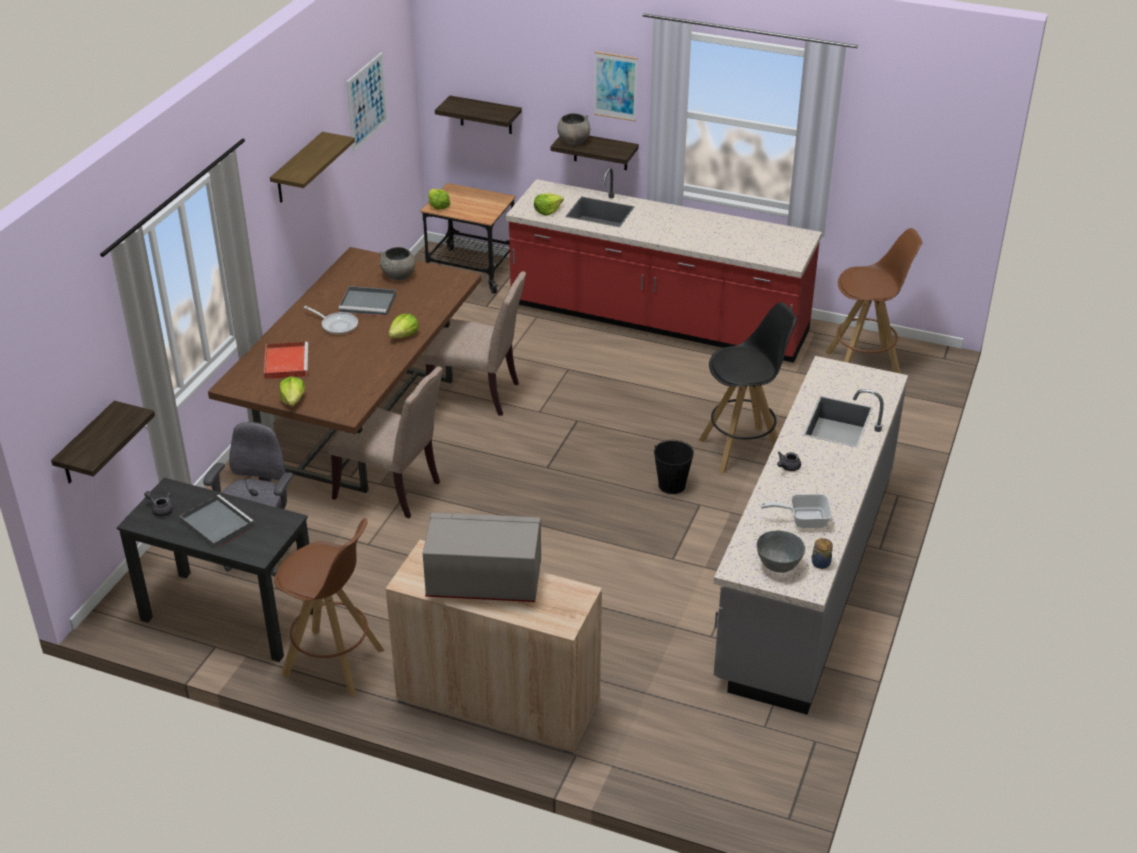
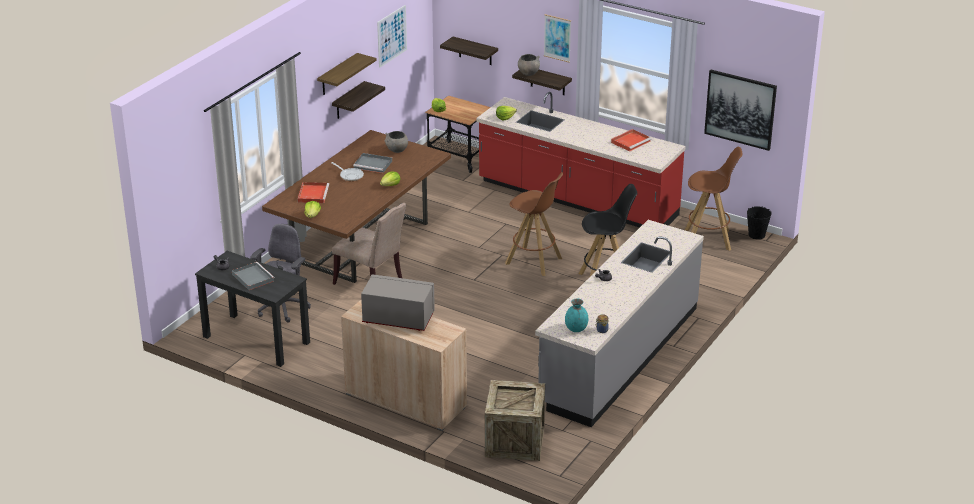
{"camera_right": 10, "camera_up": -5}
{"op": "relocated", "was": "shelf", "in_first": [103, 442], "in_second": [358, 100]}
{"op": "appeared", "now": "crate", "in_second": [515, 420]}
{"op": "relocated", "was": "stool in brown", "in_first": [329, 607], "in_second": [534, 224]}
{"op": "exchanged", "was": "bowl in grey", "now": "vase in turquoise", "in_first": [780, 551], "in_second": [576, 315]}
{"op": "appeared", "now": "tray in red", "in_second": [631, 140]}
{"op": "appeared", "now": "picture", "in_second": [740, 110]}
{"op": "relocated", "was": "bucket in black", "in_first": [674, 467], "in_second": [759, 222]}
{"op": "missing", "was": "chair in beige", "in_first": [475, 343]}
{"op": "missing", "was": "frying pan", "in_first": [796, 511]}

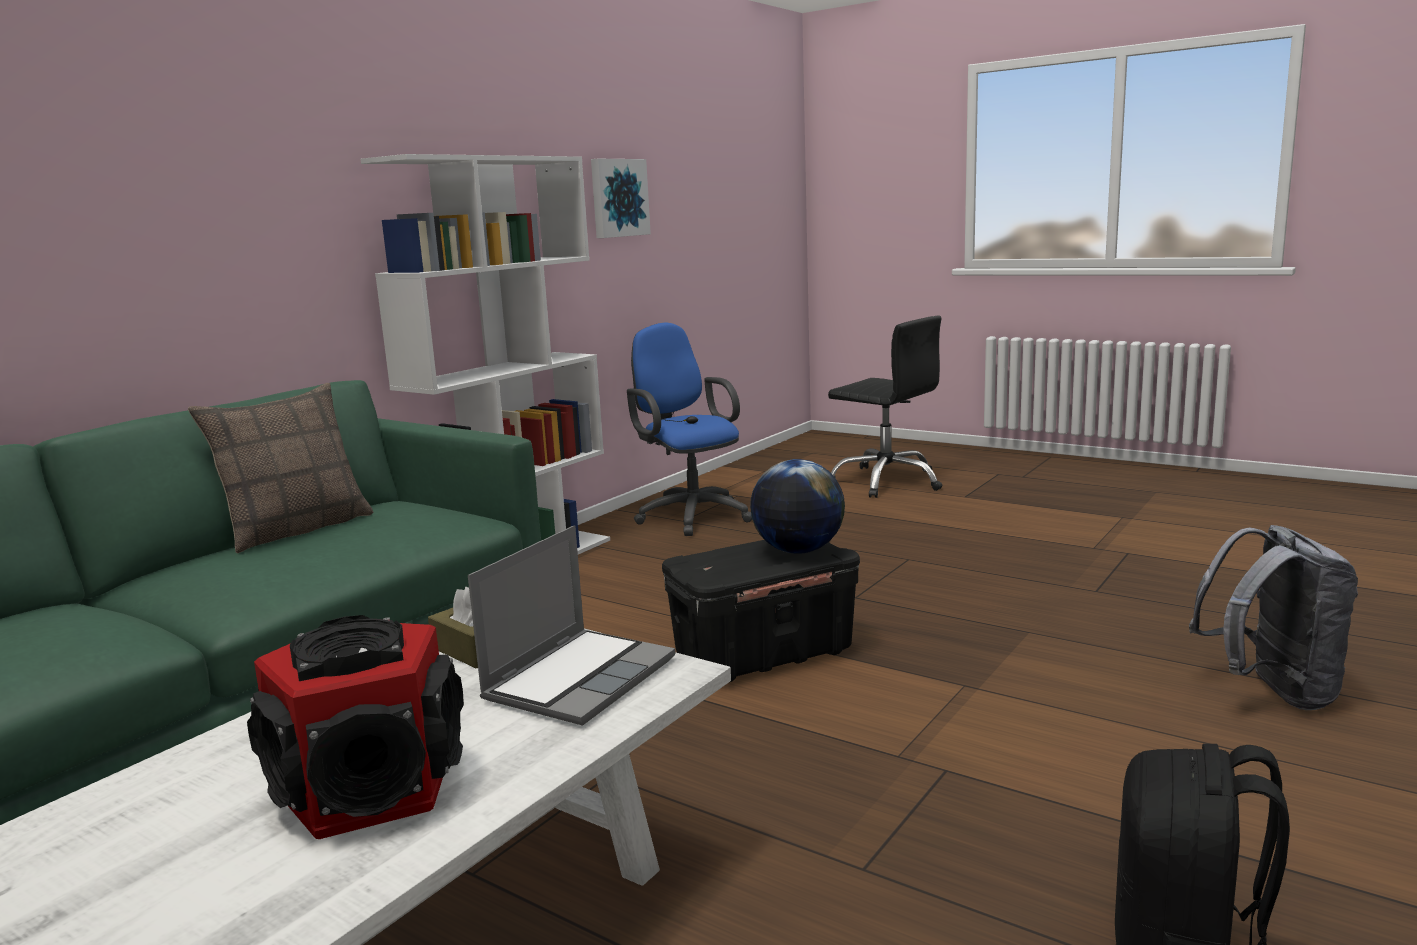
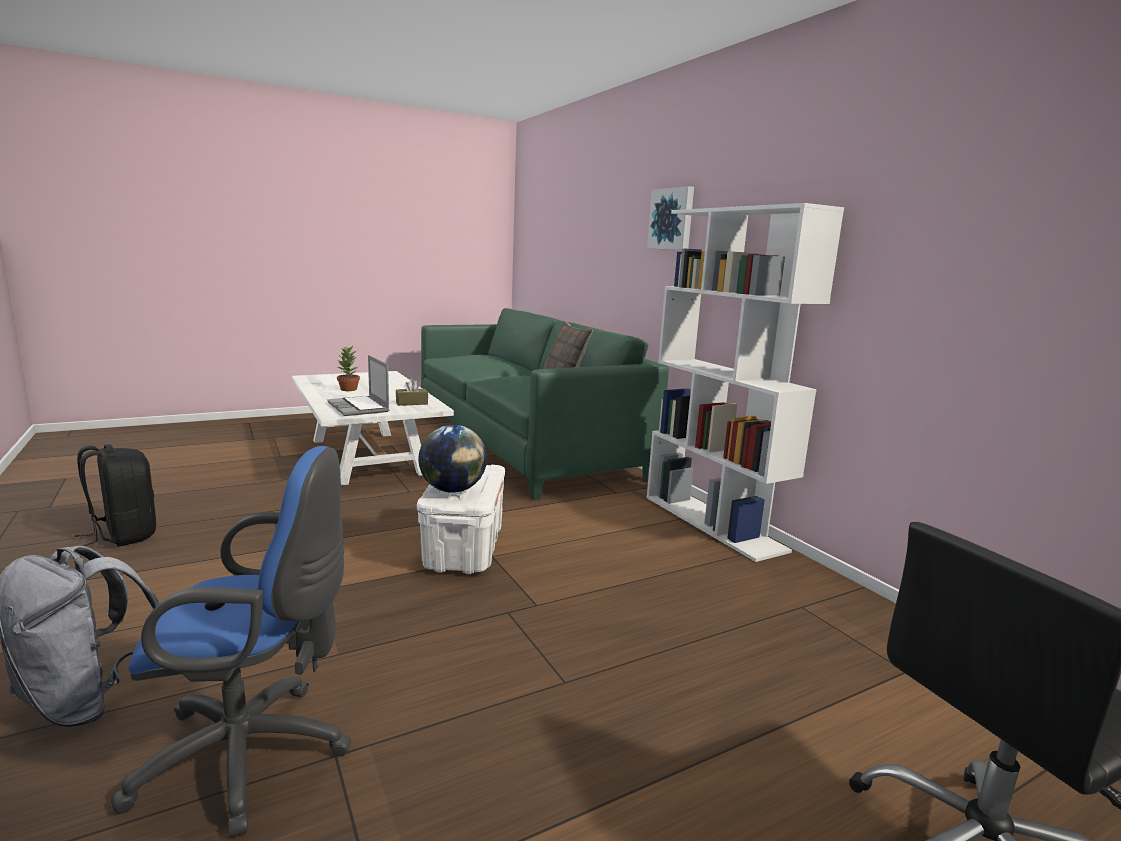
{"camera_right": 115, "camera_up": 0}
{"op": "relocated", "was": "office chair in blue", "in_first": [689, 429], "in_second": [231, 642]}
{"op": "exchanged", "was": "speaker", "now": "potted plant", "in_first": [355, 727], "in_second": [348, 368]}
{"op": "colour", "was": "storage box in black", "now": "storage box in white", "in_first": [761, 611], "in_second": [461, 519]}
{"op": "relocated", "was": "picture", "in_first": [621, 198], "in_second": [670, 218]}

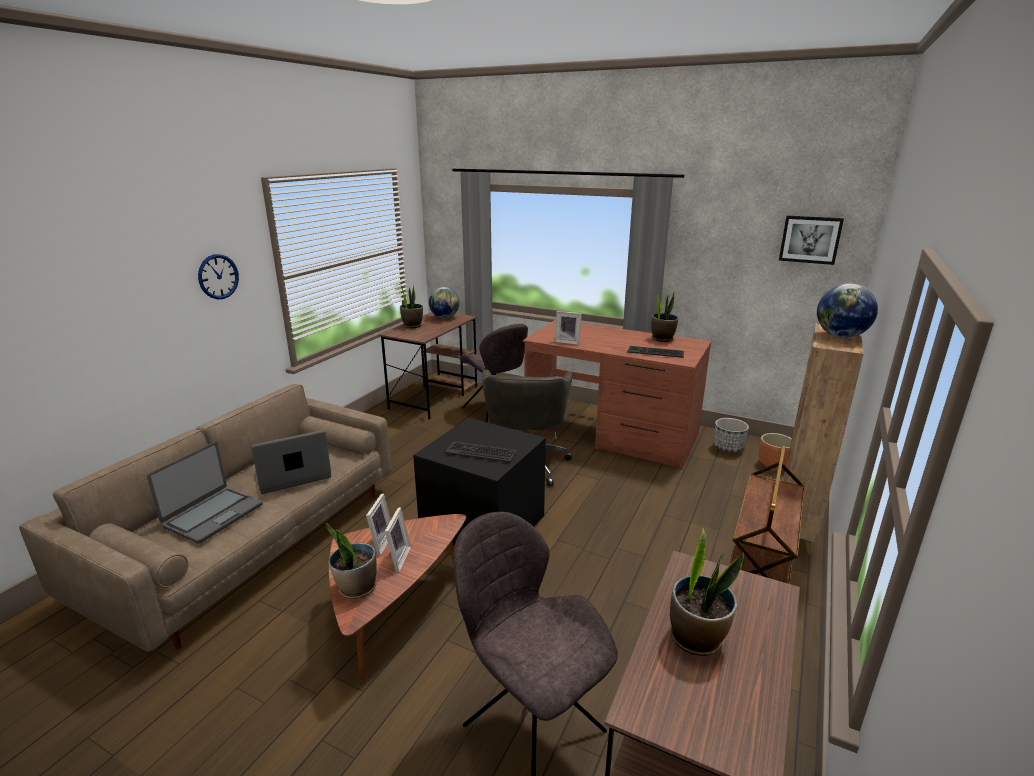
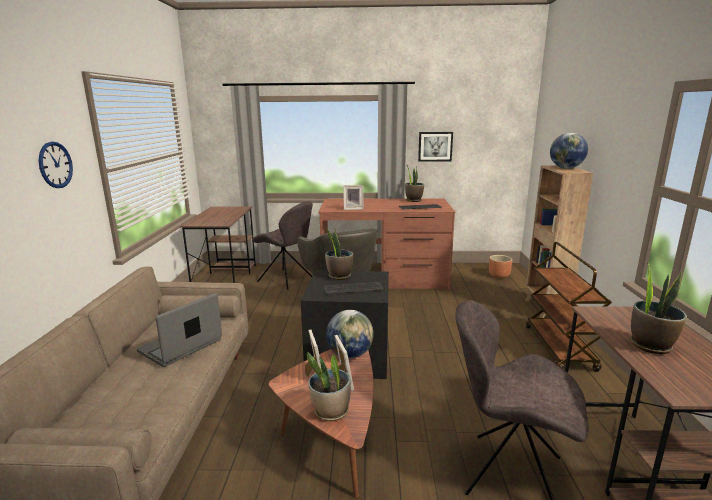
{"camera_right": -25, "camera_up": -5}
{"op": "relocated", "was": "potted plant", "in_first": [411, 306], "in_second": [339, 253]}
{"op": "relocated", "was": "globe", "in_first": [444, 302], "in_second": [350, 334]}
{"op": "relocated", "was": "picture", "in_first": [811, 240], "in_second": [435, 147]}
{"op": "missing", "was": "laptop", "in_first": [205, 493]}
{"op": "missing", "was": "planter", "in_first": [731, 435]}

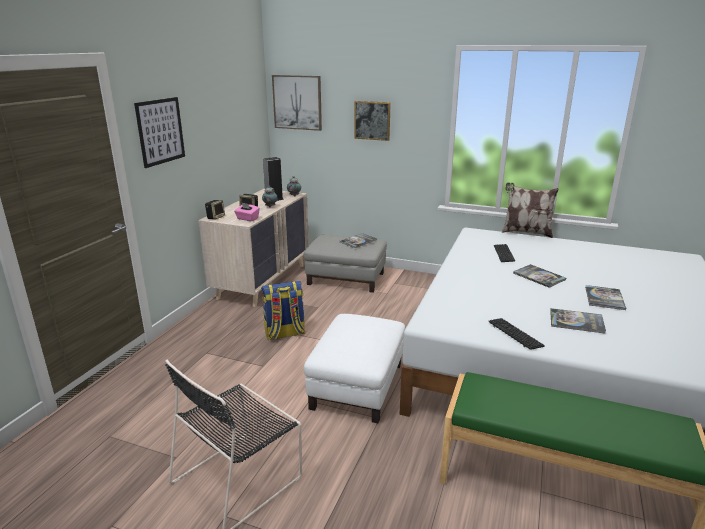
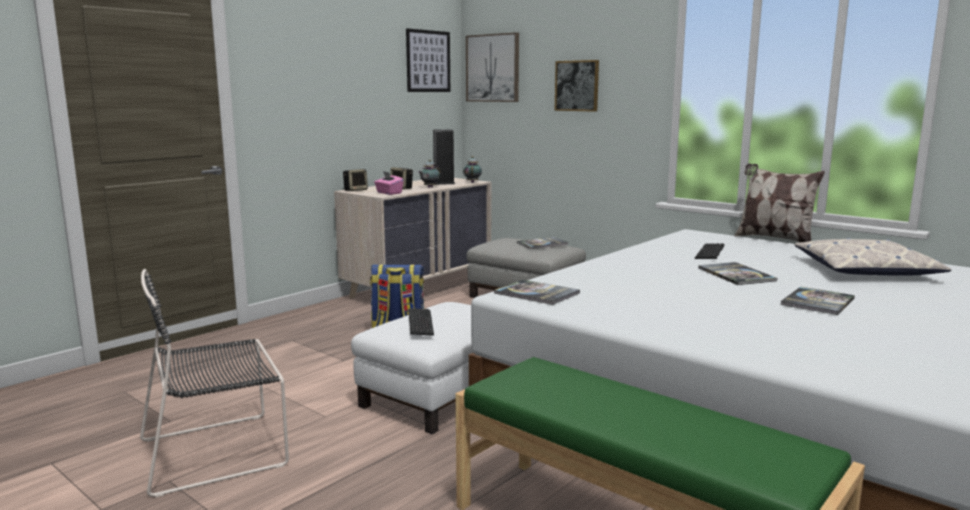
{"camera_right": 20, "camera_up": -10}
{"op": "relocated", "was": "picture", "in_first": [159, 132], "in_second": [428, 60]}
{"op": "relocated", "was": "keyboard", "in_first": [517, 334], "in_second": [421, 322]}
{"op": "relocated", "was": "book", "in_first": [578, 321], "in_second": [537, 292]}
{"op": "appeared", "now": "pillow", "in_second": [872, 256]}

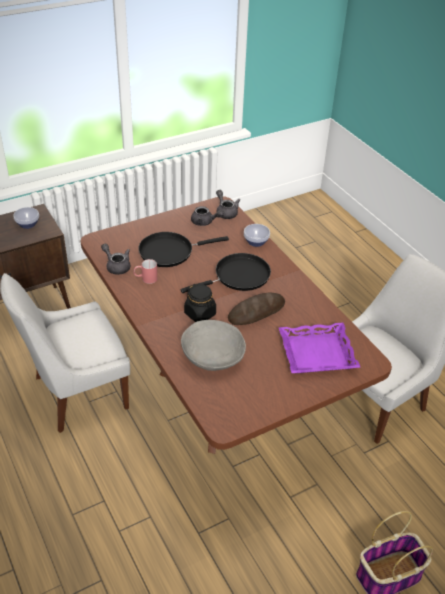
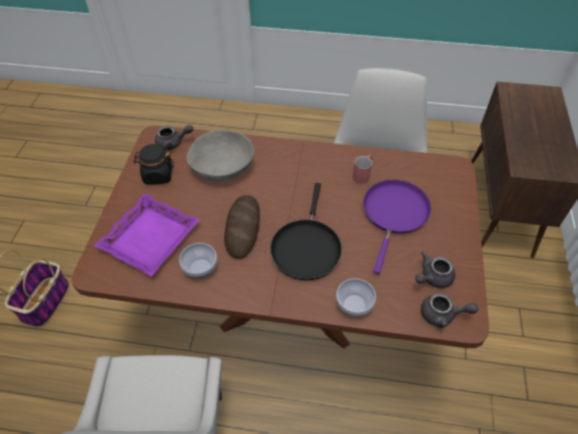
{"camera_right": 130, "camera_up": 10}
{"op": "relocated", "was": "jar in black", "in_first": [200, 303], "in_second": [154, 164]}
{"op": "relocated", "was": "teapot in grey", "in_first": [115, 259], "in_second": [174, 137]}
{"op": "relocated", "was": "bowl", "in_first": [26, 218], "in_second": [198, 260]}
{"op": "colour", "was": "frying pan in black", "now": "frying pan in purple", "in_first": [183, 249], "in_second": [397, 227]}

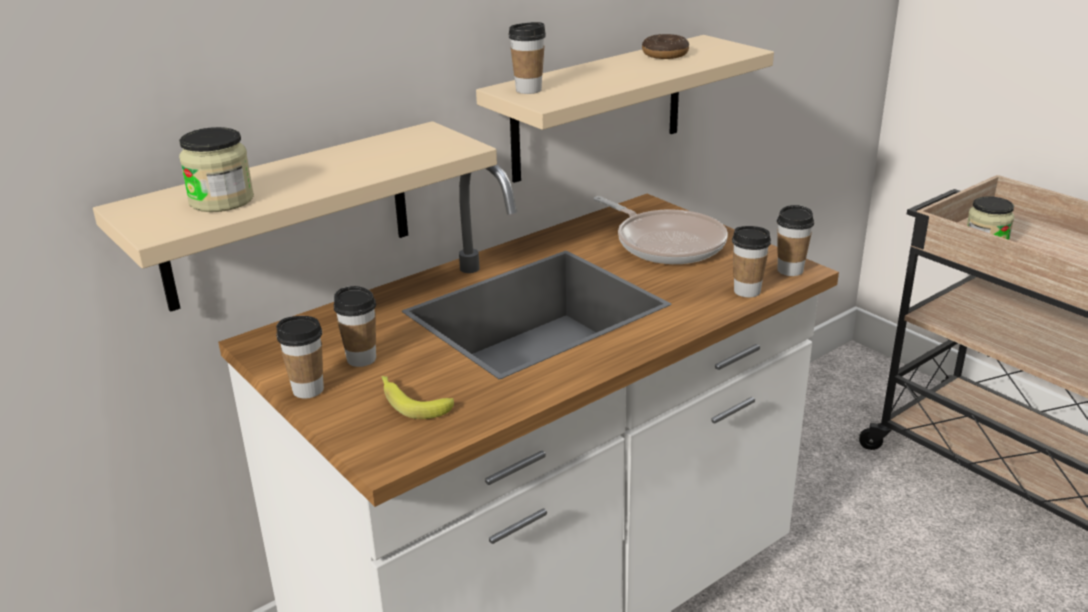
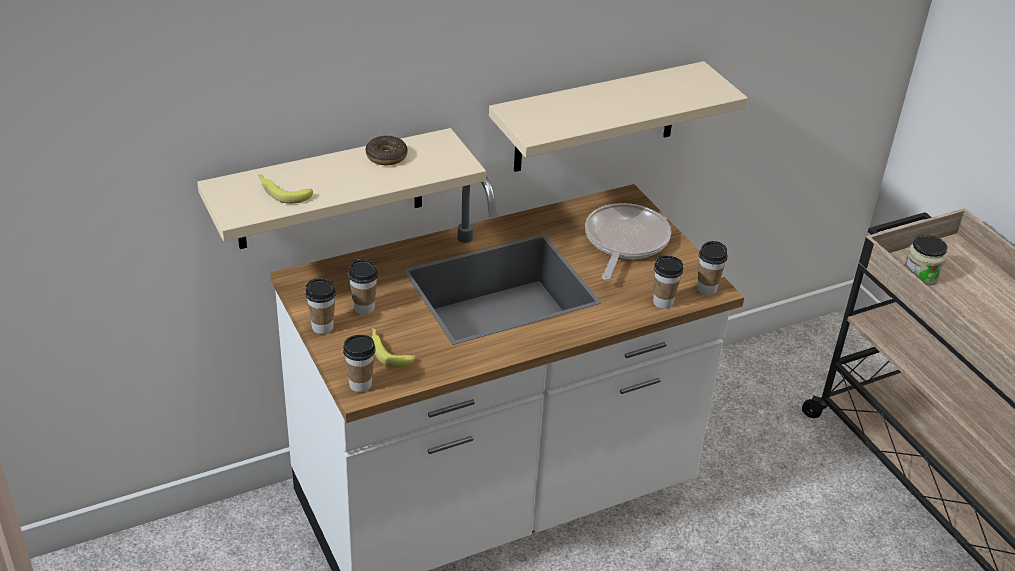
{"camera_right": 10, "camera_up": 10}
{"op": "exchanged", "was": "jar", "now": "banana", "in_first": [216, 169], "in_second": [285, 189]}
{"op": "relocated", "was": "cup", "in_first": [527, 58], "in_second": [359, 363]}
{"op": "relocated", "was": "donut", "in_first": [665, 46], "in_second": [387, 150]}
{"op": "spun", "was": "frying pan", "in_first": [660, 230], "in_second": [628, 241], "clockwise": -135}

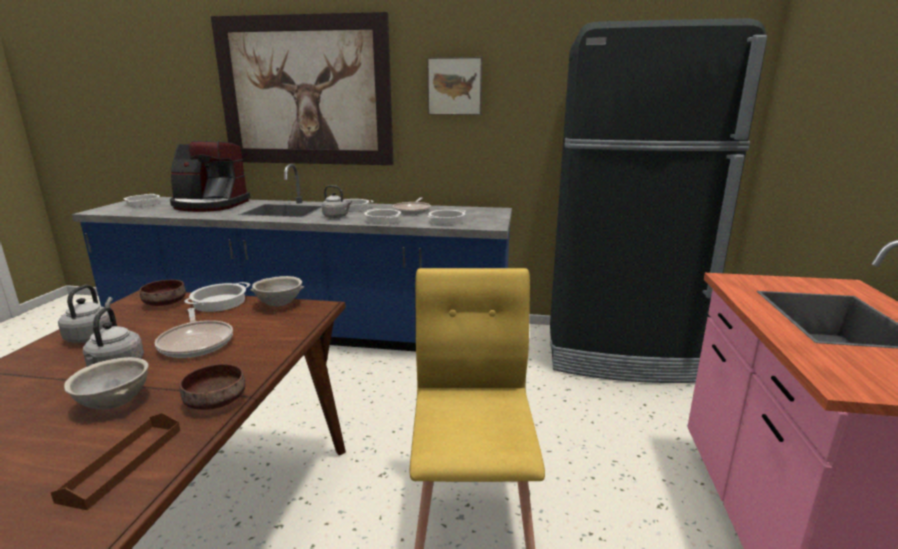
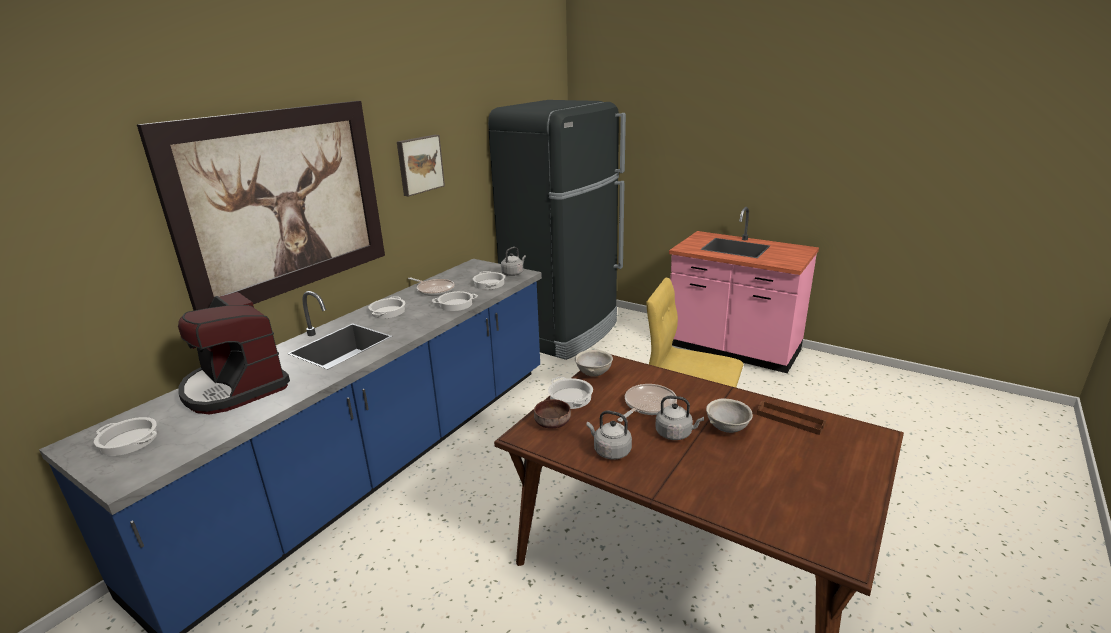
{"camera_right": -65, "camera_up": 5}
{"op": "spun", "was": "coffee machine", "in_first": [210, 176], "in_second": [234, 353], "clockwise": 105}
{"op": "relocated", "was": "kettle in grey", "in_first": [337, 201], "in_second": [513, 261]}
{"op": "spun", "was": "frying pan", "in_first": [194, 333], "in_second": [647, 403], "clockwise": -45}
{"op": "missing", "was": "bowl in brown", "in_first": [212, 387]}

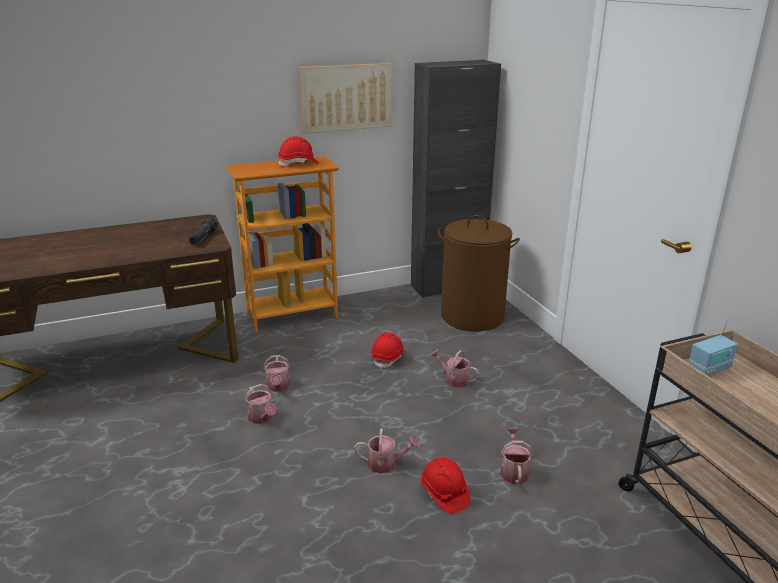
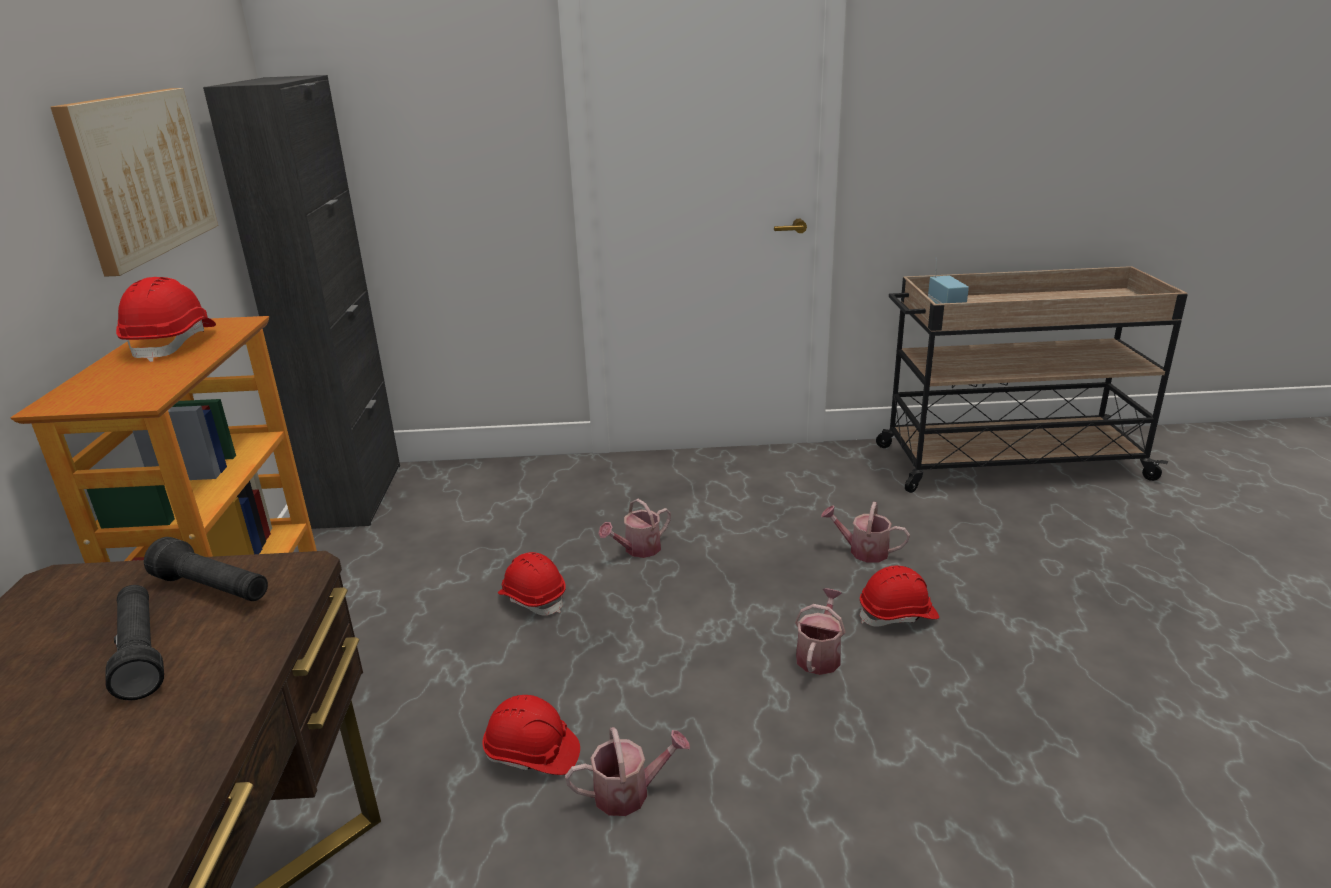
{"camera_right": -70, "camera_up": 0}
{"op": "appeared", "now": "flashlight in black", "in_second": [134, 642]}
{"op": "exchanged", "was": "watering can", "now": "hard hat in red", "in_first": [276, 373], "in_second": [531, 735]}
{"op": "missing", "was": "laundry basket in brown", "in_first": [479, 273]}

